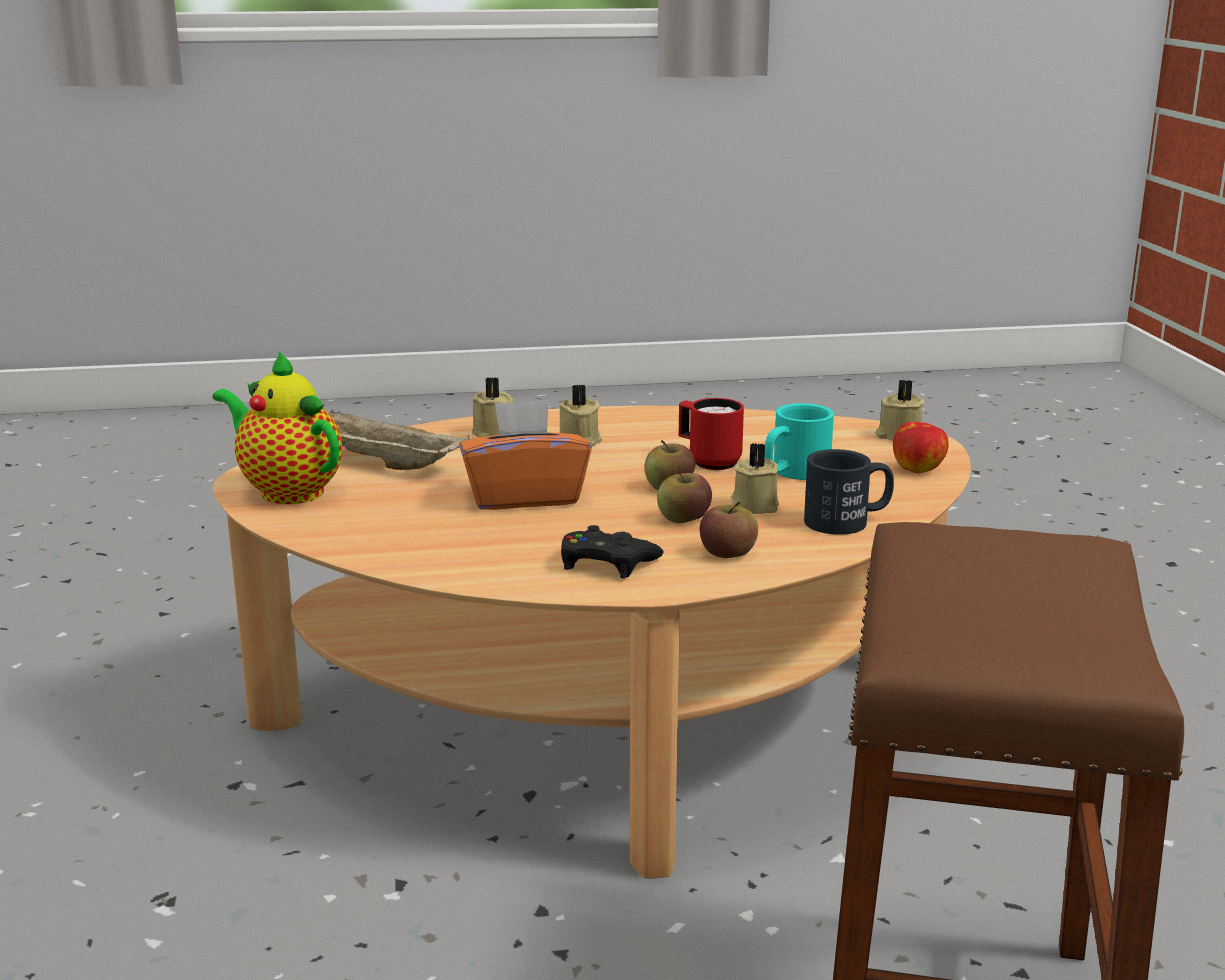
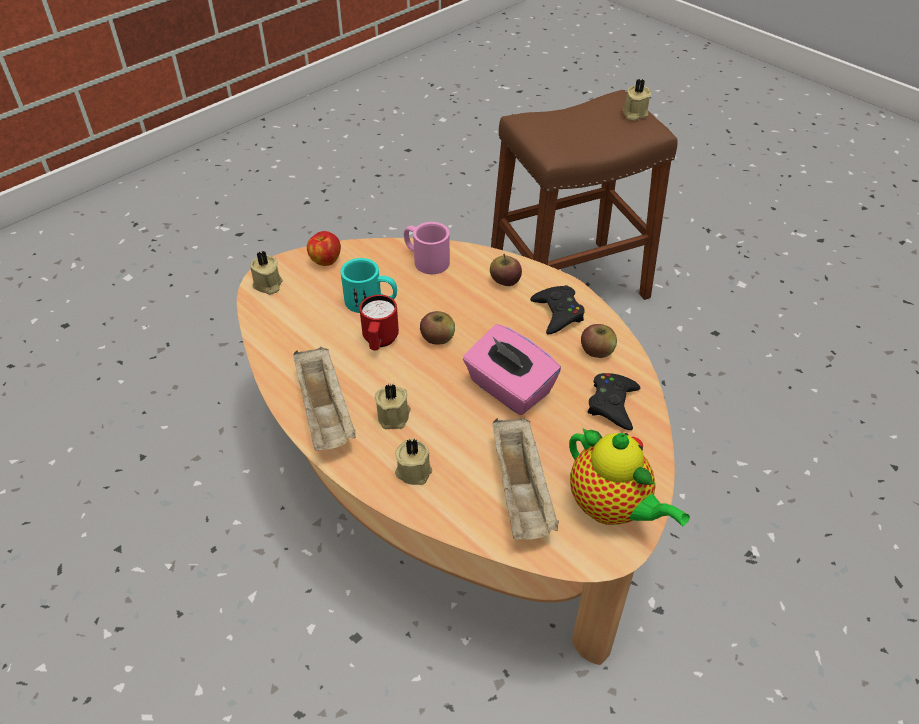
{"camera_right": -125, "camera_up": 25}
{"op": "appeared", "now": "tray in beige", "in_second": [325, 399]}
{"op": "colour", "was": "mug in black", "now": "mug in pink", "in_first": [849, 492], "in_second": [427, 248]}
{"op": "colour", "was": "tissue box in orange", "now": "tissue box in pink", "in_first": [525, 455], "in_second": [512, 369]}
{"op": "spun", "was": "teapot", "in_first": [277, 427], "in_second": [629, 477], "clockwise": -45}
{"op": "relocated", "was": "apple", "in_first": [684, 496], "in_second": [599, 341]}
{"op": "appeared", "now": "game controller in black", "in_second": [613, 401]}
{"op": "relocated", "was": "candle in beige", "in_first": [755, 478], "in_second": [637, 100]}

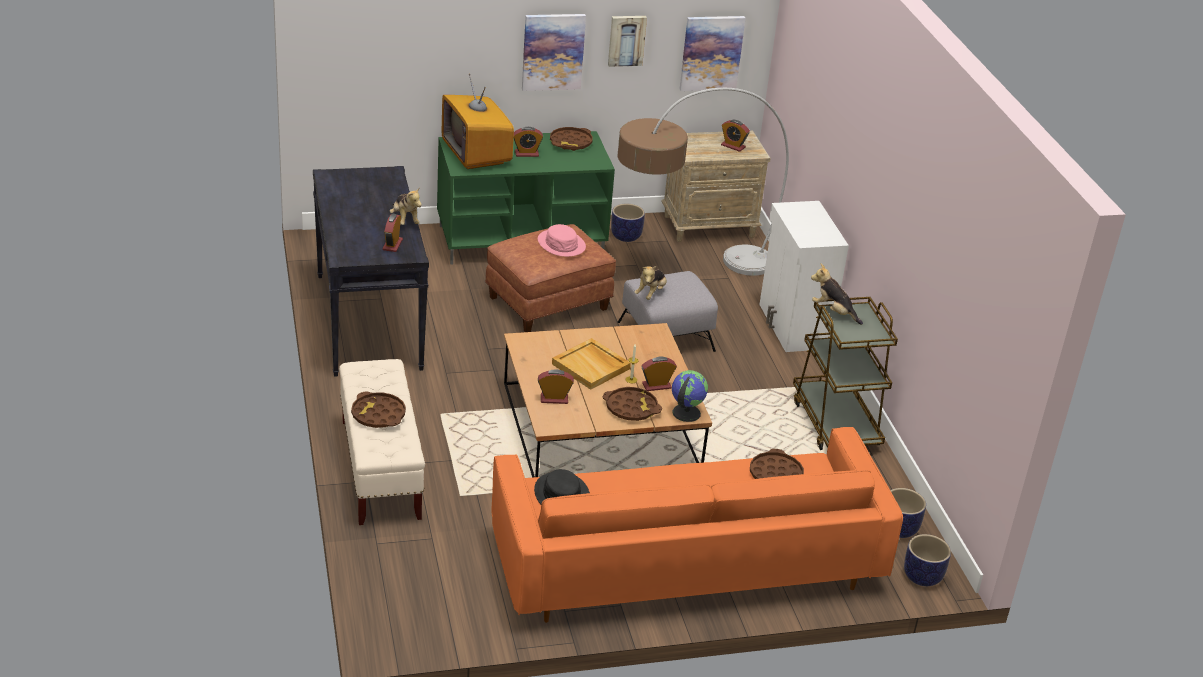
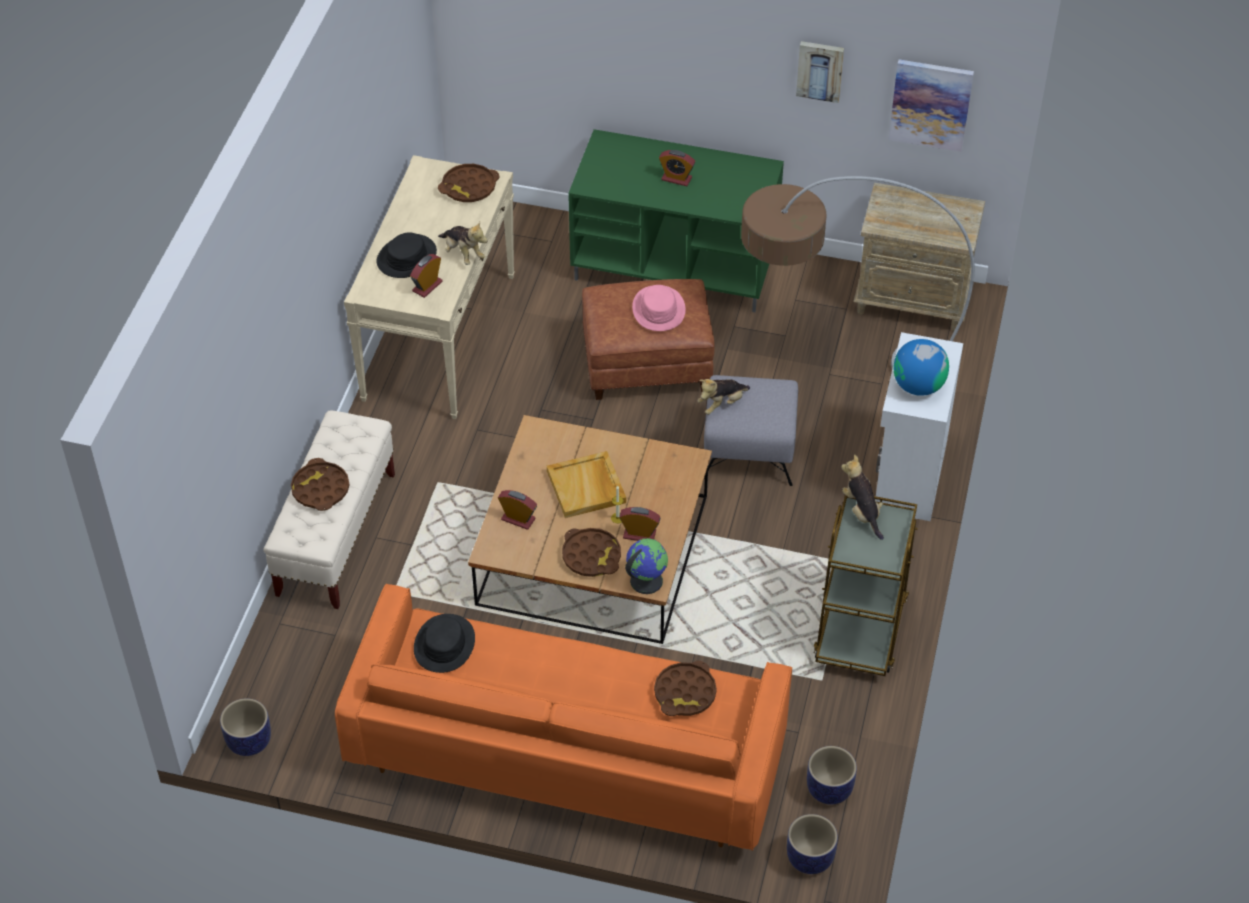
{"camera_right": 30, "camera_up": 15}
{"op": "relocated", "was": "planter", "in_first": [628, 223], "in_second": [245, 727]}
{"op": "colour", "was": "console table in black", "now": "console table in beige", "in_first": [371, 271], "in_second": [429, 287]}
{"op": "appeared", "now": "hat in black", "in_second": [406, 255]}
{"op": "relocated", "was": "tray in brown", "in_first": [571, 139], "in_second": [469, 183]}
{"op": "spun", "was": "plush toy", "in_first": [406, 206], "in_second": [463, 243], "clockwise": -45}
{"op": "appeared", "now": "globe", "in_second": [921, 367]}
{"op": "missing", "was": "television", "in_first": [478, 121]}
{"op": "missing", "was": "picture", "in_first": [554, 52]}
{"op": "missing", "was": "alarm clock", "in_first": [735, 136]}

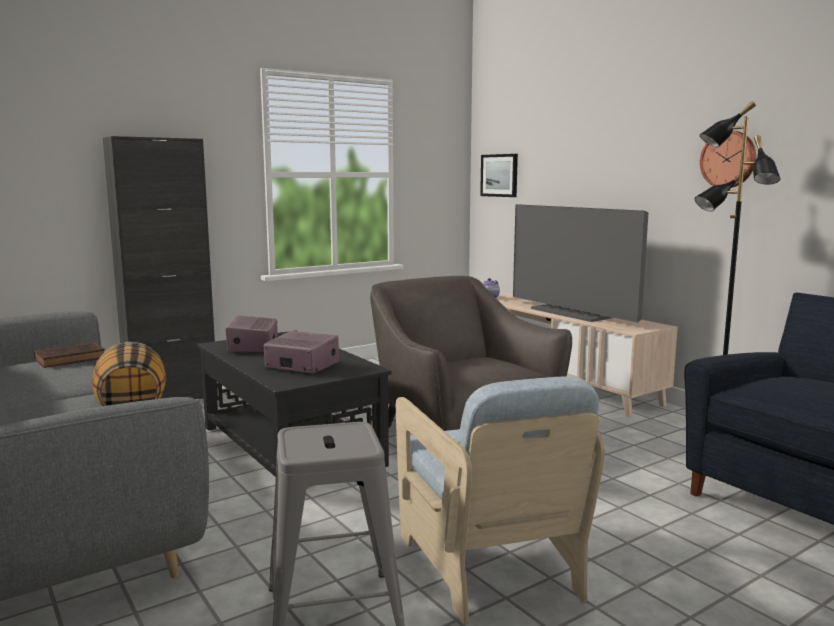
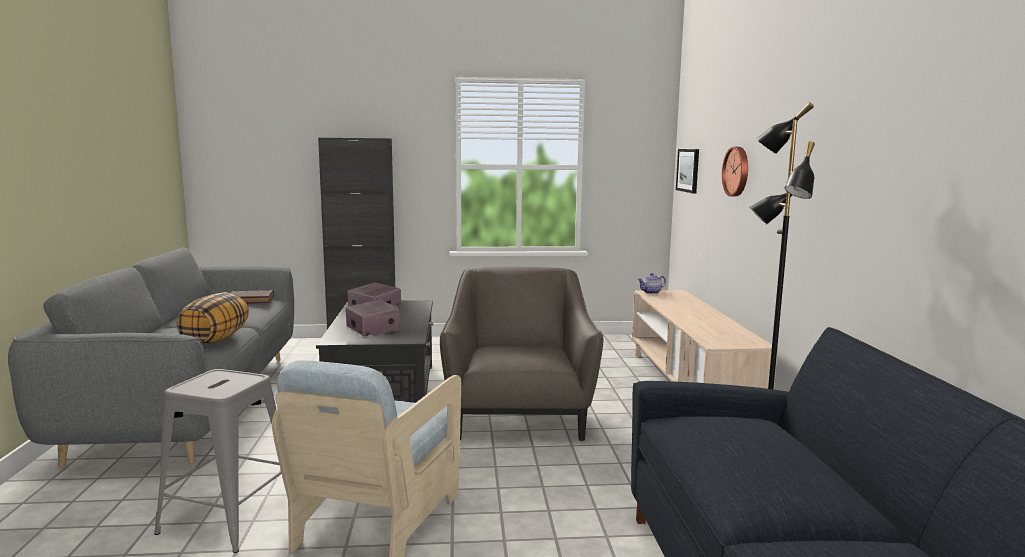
{"camera_right": 30, "camera_up": 0}
{"op": "relocated", "was": "wall clock", "in_first": [728, 159], "in_second": [735, 171]}
{"op": "missing", "was": "television", "in_first": [581, 263]}

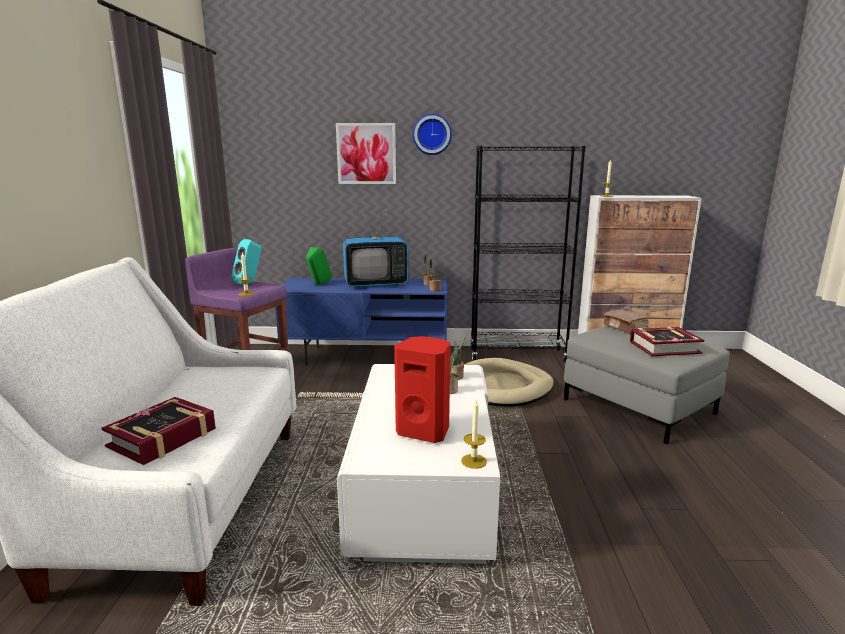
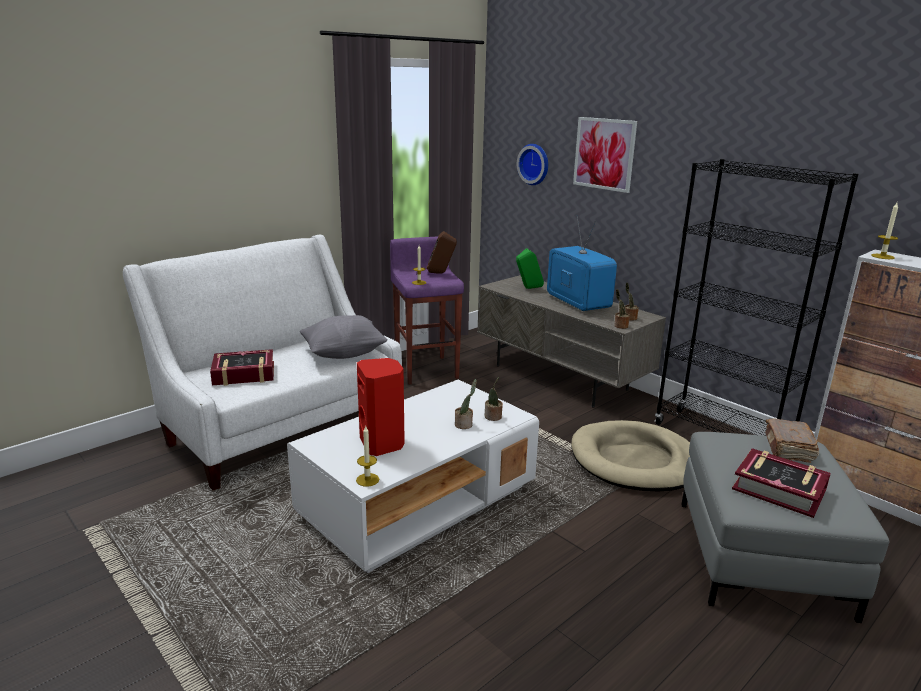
{"camera_right": 45, "camera_up": 5}
{"op": "appeared", "now": "pillow in grey", "in_second": [344, 337]}
{"op": "colour", "was": "speaker in turquoise", "now": "speaker in brown", "in_first": [246, 261], "in_second": [442, 252]}
{"op": "colour", "was": "tv stand in blue", "now": "tv stand in grey", "in_first": [361, 321], "in_second": [571, 341]}
{"op": "relocated", "was": "wall clock", "in_first": [432, 134], "in_second": [532, 164]}
{"op": "spun", "was": "television", "in_first": [376, 248], "in_second": [582, 263], "clockwise": -150}

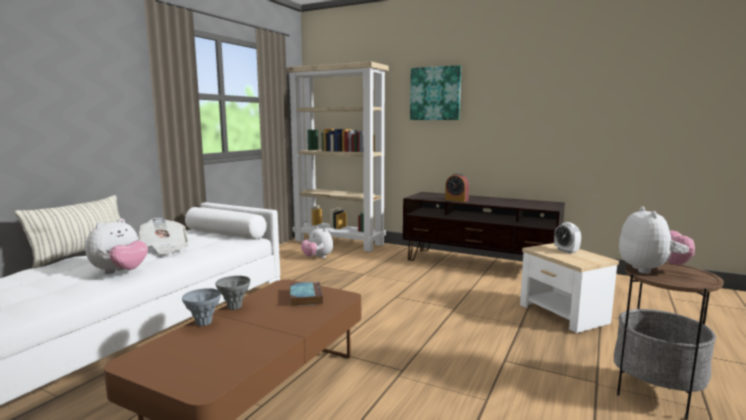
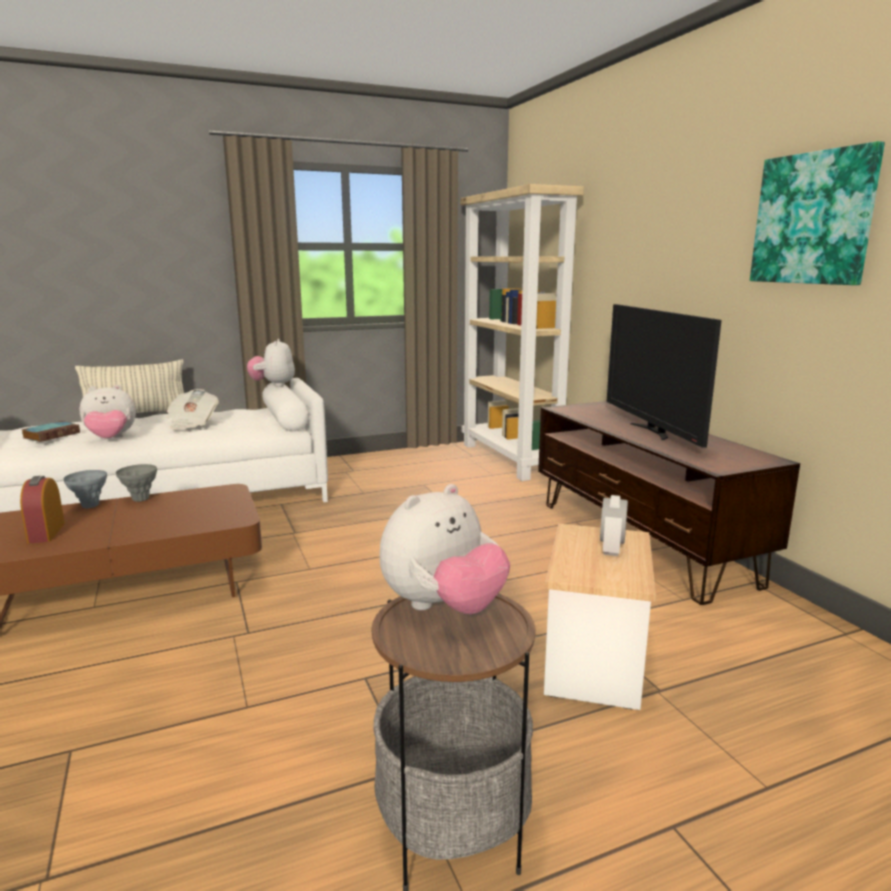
{"camera_right": 40, "camera_up": 5}
{"op": "relocated", "was": "alarm clock", "in_first": [457, 187], "in_second": [42, 509]}
{"op": "relocated", "was": "book", "in_first": [306, 294], "in_second": [50, 431]}
{"op": "relocated", "was": "plush toy", "in_first": [317, 242], "in_second": [271, 363]}
{"op": "appeared", "now": "television", "in_second": [664, 376]}
{"op": "relocated", "was": "picture", "in_first": [435, 92], "in_second": [817, 213]}

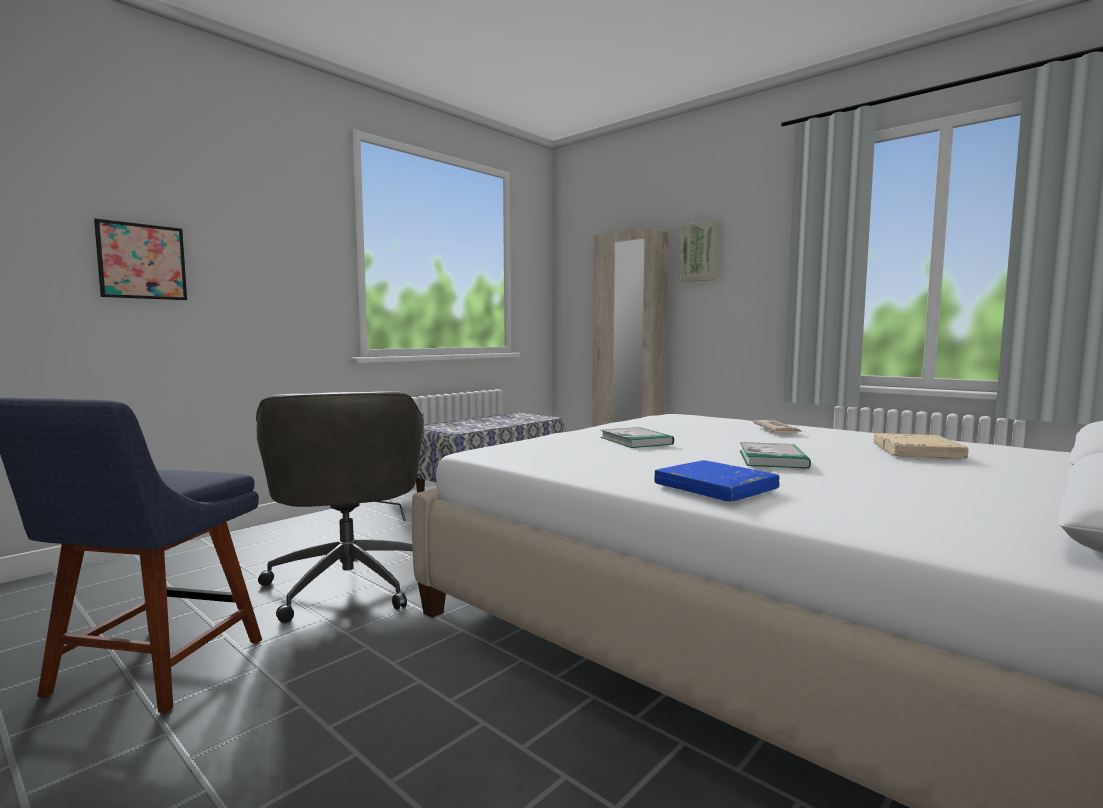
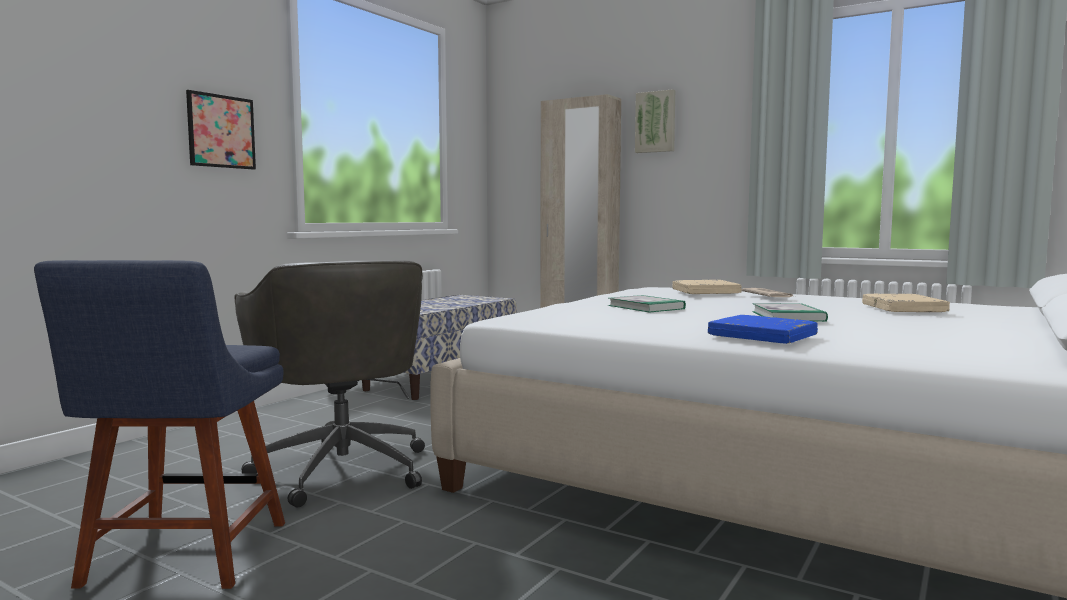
{"camera_right": -10, "camera_up": 0}
{"op": "relocated", "was": "picture", "in_first": [140, 259], "in_second": [221, 129]}
{"op": "appeared", "now": "book in beige", "in_second": [707, 287]}

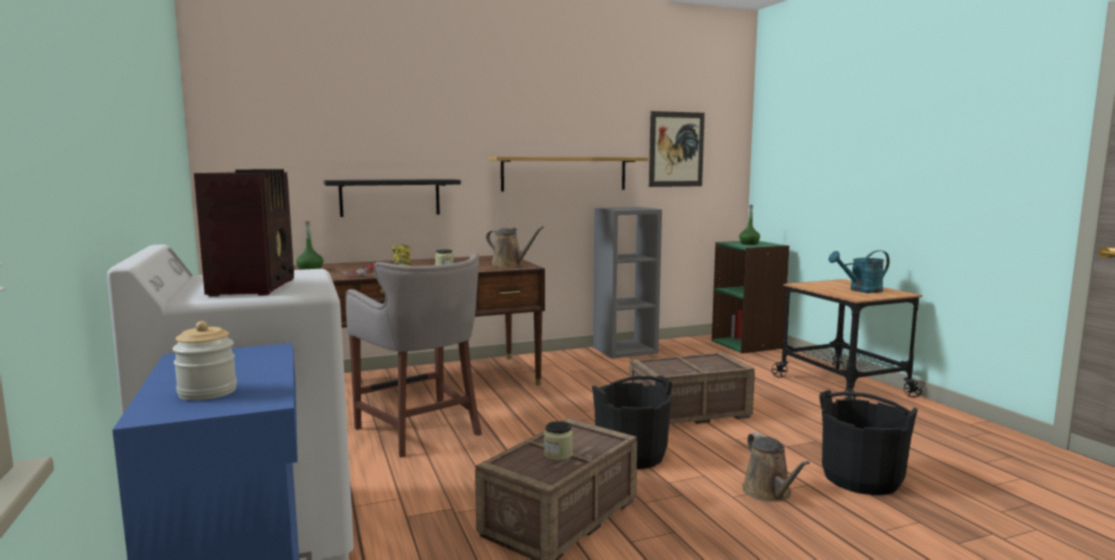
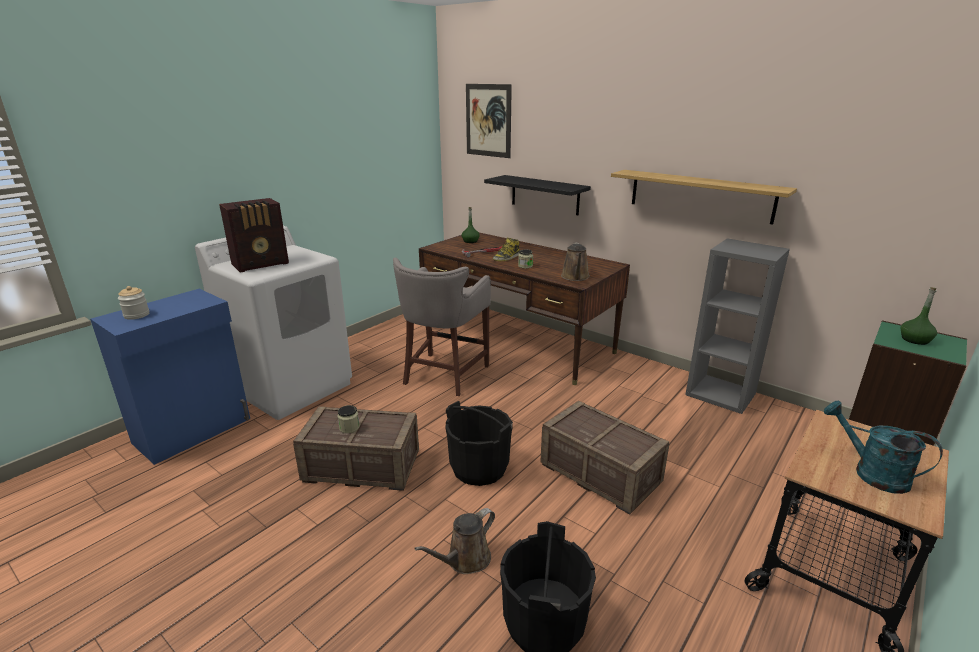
{"camera_right": 60, "camera_up": 15}
{"op": "relocated", "was": "picture", "in_first": [677, 149], "in_second": [489, 121]}

